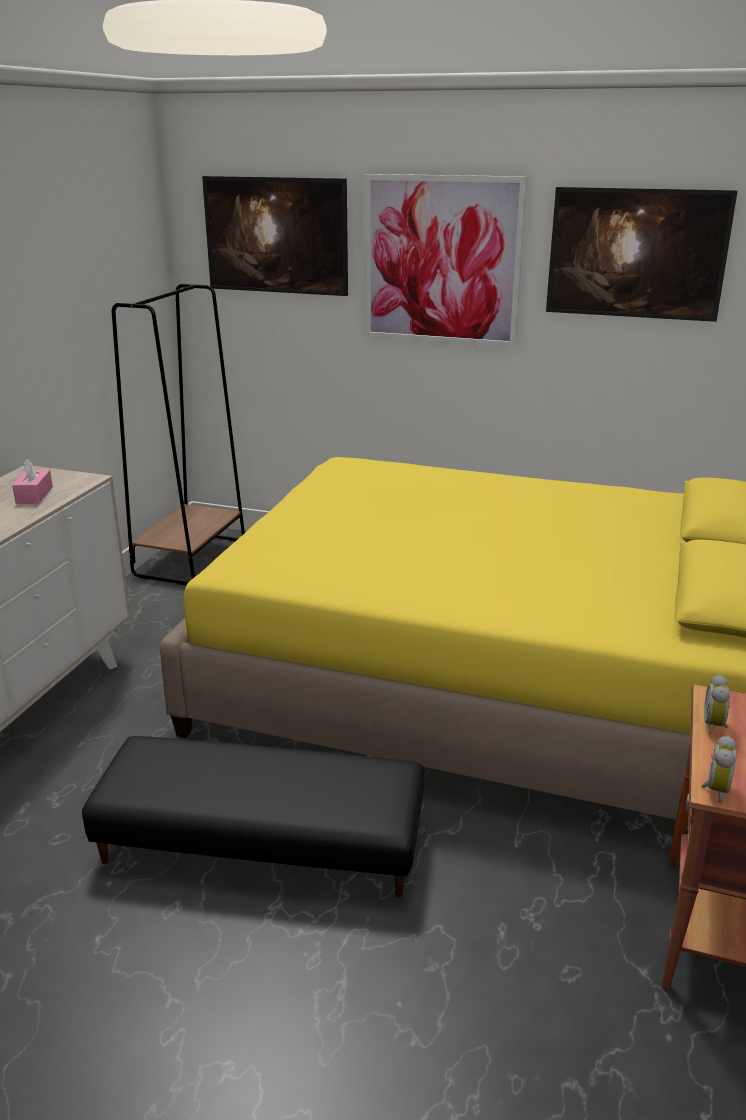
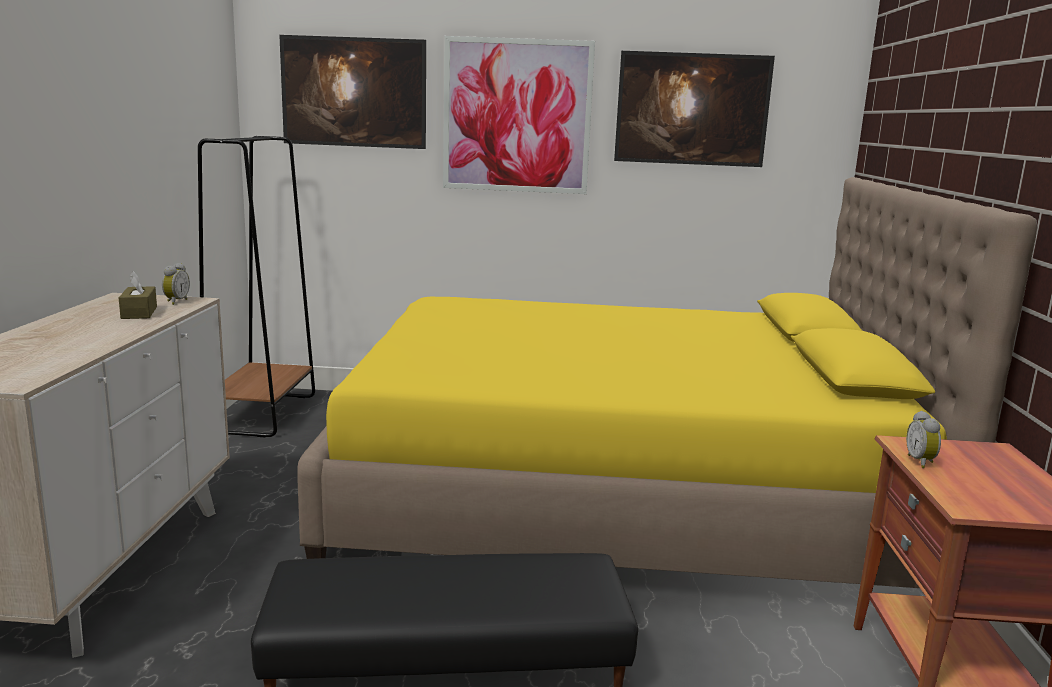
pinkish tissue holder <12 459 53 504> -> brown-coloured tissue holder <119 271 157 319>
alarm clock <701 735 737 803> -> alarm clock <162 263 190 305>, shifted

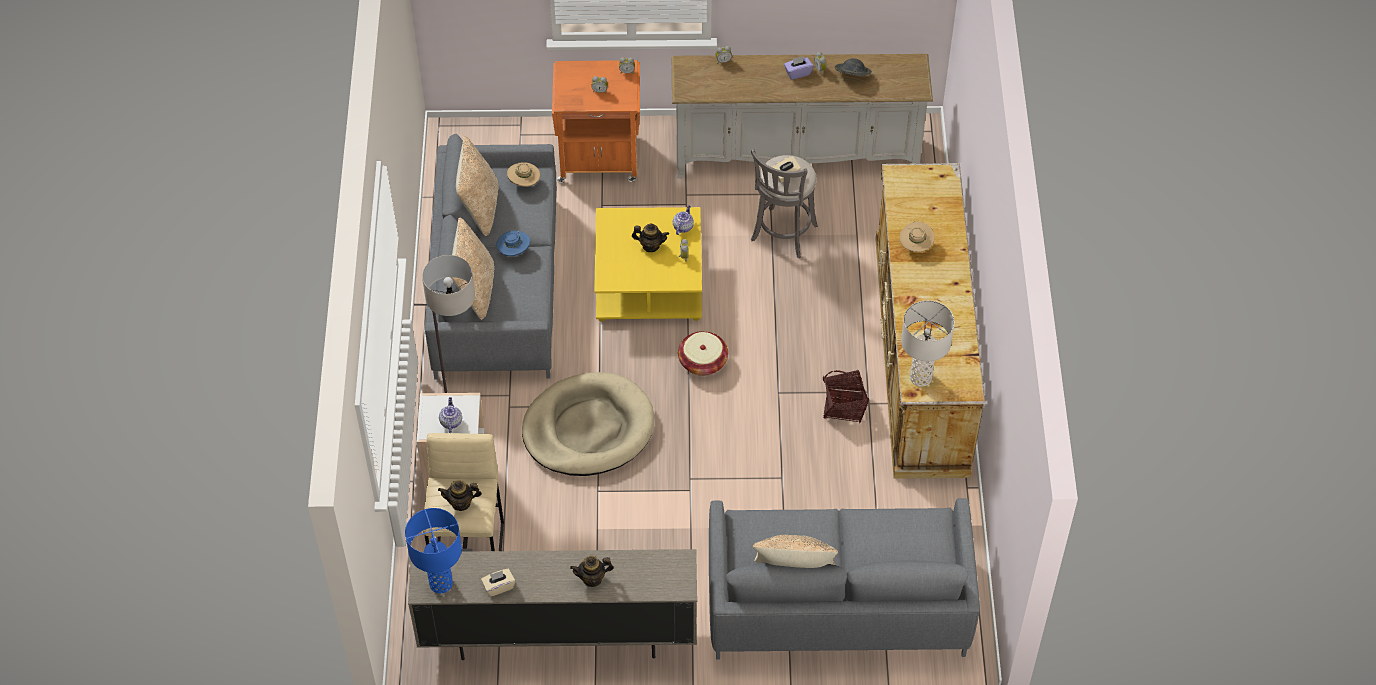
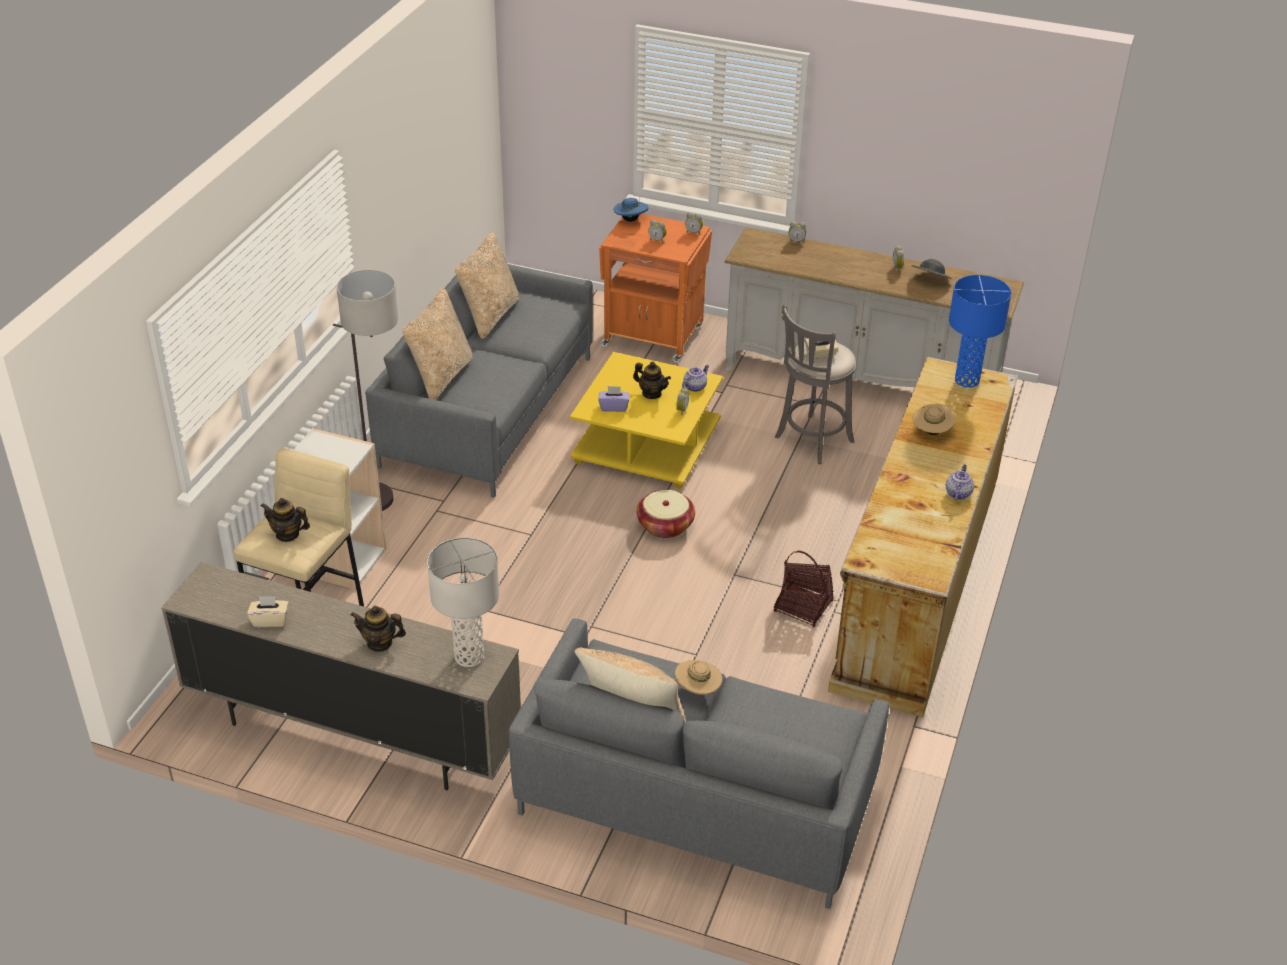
blue-coloured tabletop lamp <405 508 462 593> -> blue-coloured tabletop lamp <949 275 1011 388>, shifted
pot for tea <439 397 462 433> -> pot for tea <946 465 974 500>, shifted
blue-coloured hat <497 230 530 256> -> blue-coloured hat <614 196 649 222>, shifted
sand-coloured hat <507 162 540 187> -> sand-coloured hat <675 660 722 695>, shifted
sand-coloured dog bed <522 372 654 476> -> none
purplish tissue holder <784 56 813 80> -> purplish tissue holder <598 386 629 412>, shifted
whitish tabletop lamp <901 300 955 387> -> whitish tabletop lamp <427 537 499 667>, shifted

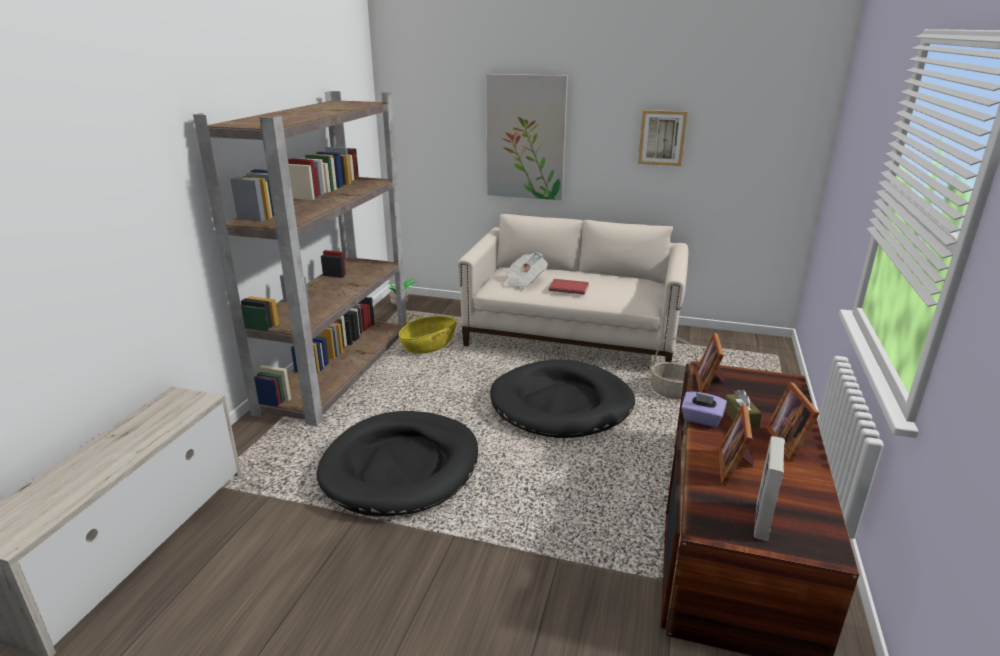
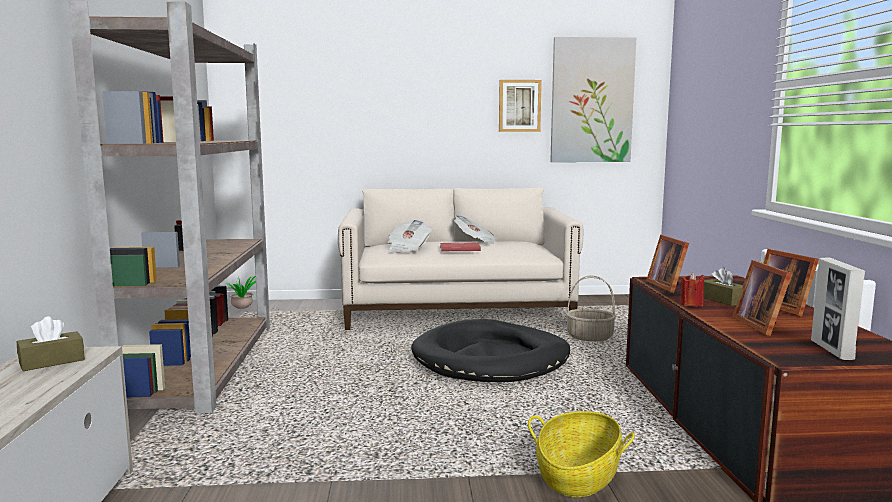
black-coloured dog bed <317 411 478 516> -> none
basket <399 315 456 354> -> basket <528 411 635 497>, shifted
wall art <486 74 568 200> -> wall art <550 37 636 162>, shifted
purplish tissue holder <681 392 727 427> -> red wax light <680 272 704 307>
none -> brown-coloured tissue holder <17 316 85 371>
none -> newspaper <454 215 497 245>

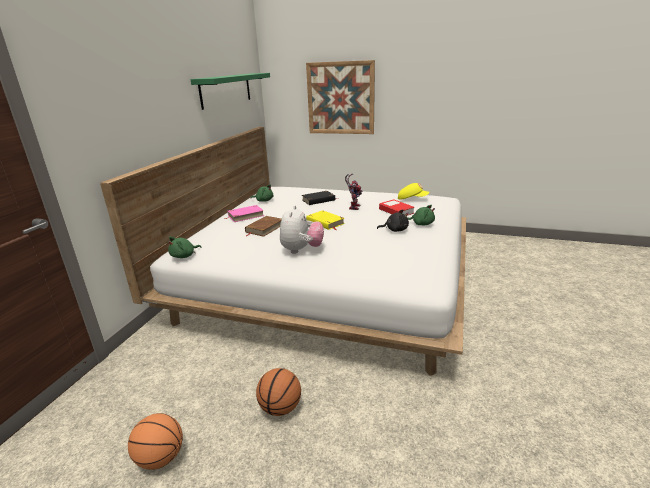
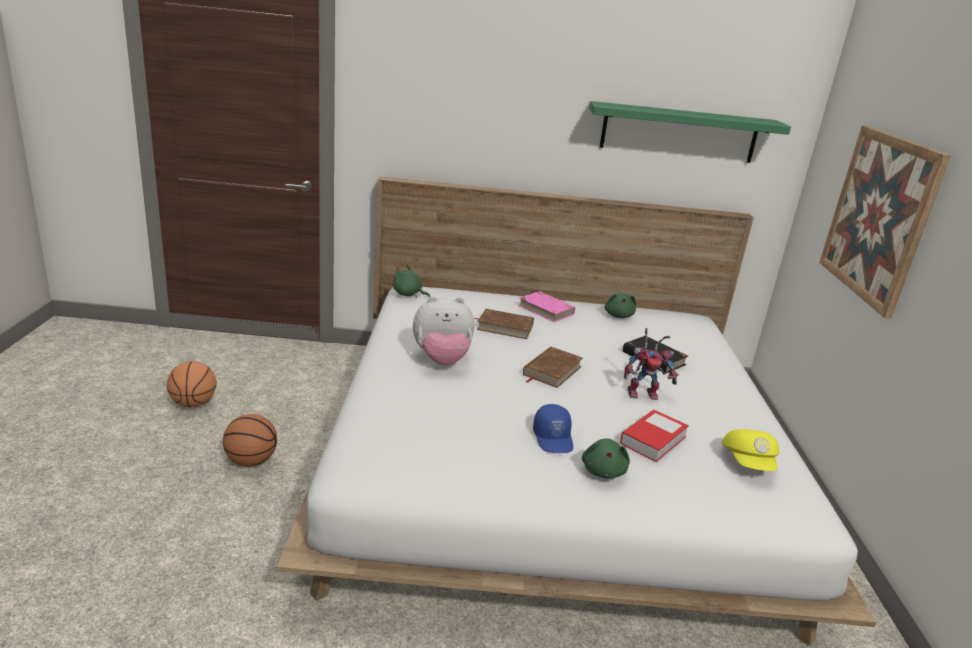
yellow volume <306 210 345 230> -> brown-coloured volume <523 347 583 388>
black-coloured soft toy <377 209 409 232> -> blue-coloured cap <533 404 573 453>

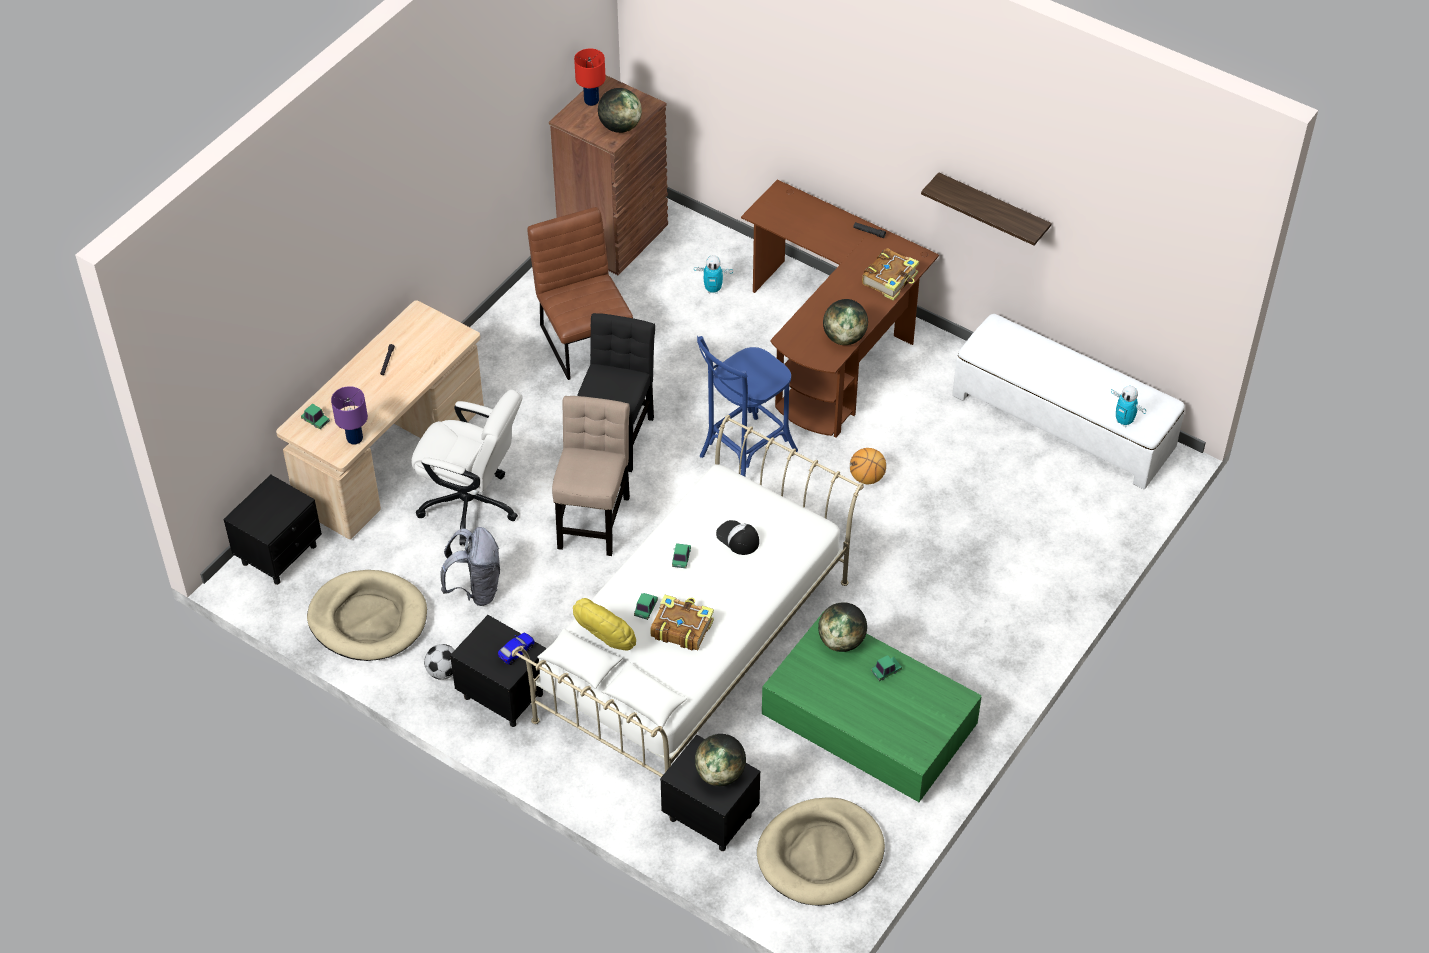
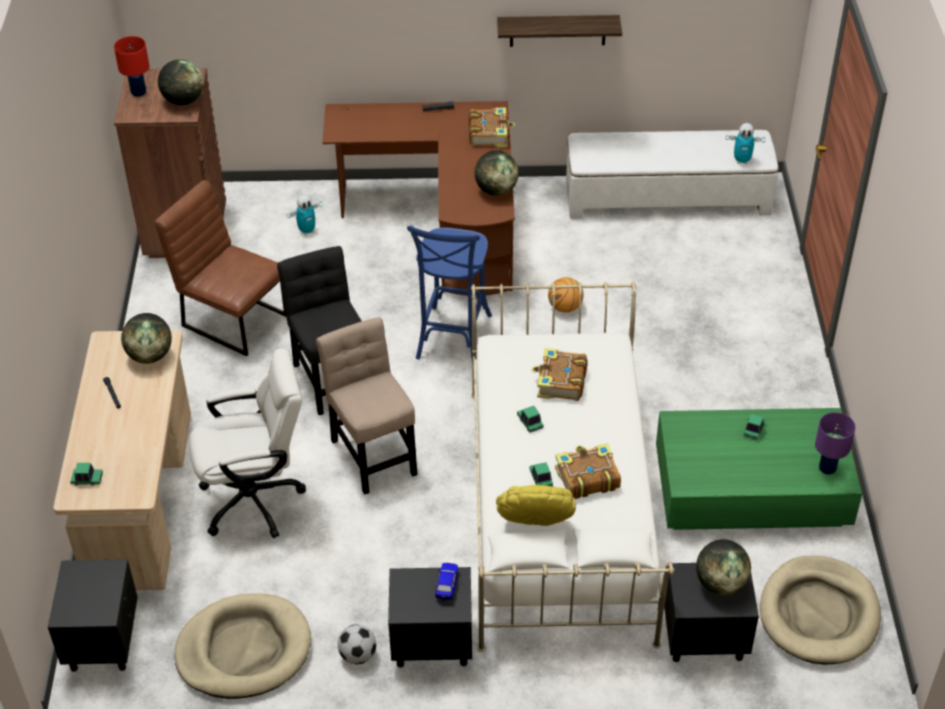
purplish tabletop lamp <331 386 368 445> -> purplish tabletop lamp <815 412 856 475>, shifted
greyish backpack <440 527 500 606> -> none
cap <716 520 759 555> -> volume <532 348 588 401>
world globe <818 602 867 652> -> world globe <121 313 172 364>, shifted

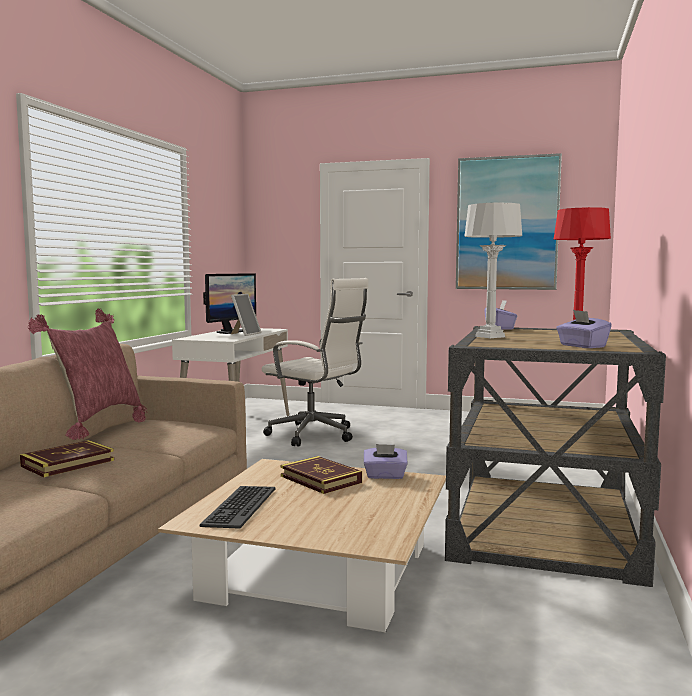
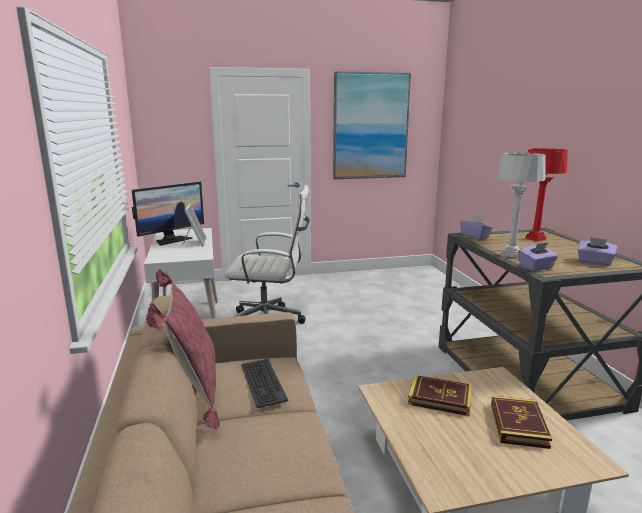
volume <20 440 114 477> -> volume <491 396 552 449>, shifted
PC keyboard <200 486 276 529> -> PC keyboard <241 359 288 408>, shifted
computer display <203 273 256 334> -> computer display <132 182 204 246>, 45 degrees clockwise
purplish tissue holder <364 444 408 479> -> purplish tissue holder <518 242 558 271>, shifted

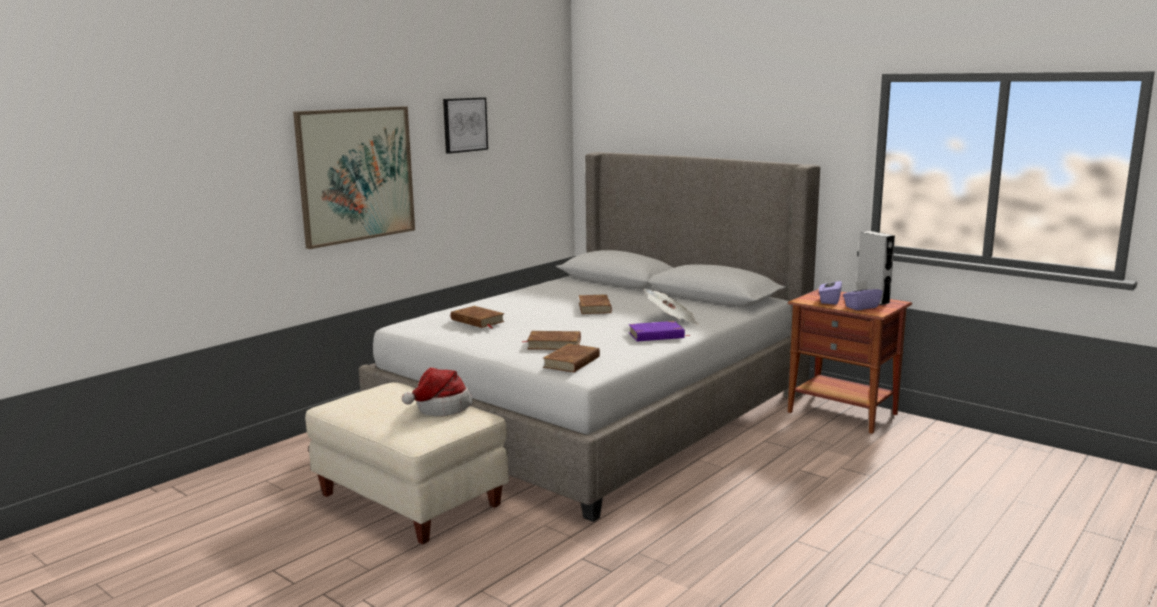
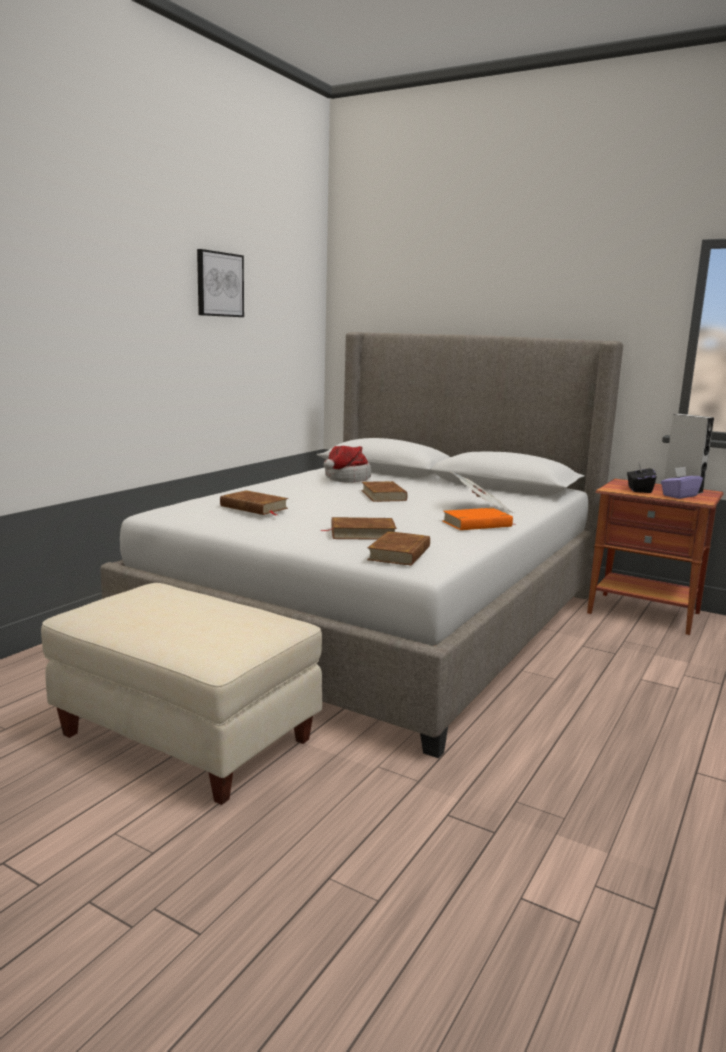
wall art <293 106 415 249> -> none
hat <402 367 473 416> -> hat <324 446 371 483>, shifted
purplish volume <629 321 690 342> -> orange volume <443 508 513 530>
purplish tissue holder <819 275 842 304> -> black-coloured tissue holder <627 462 657 493>

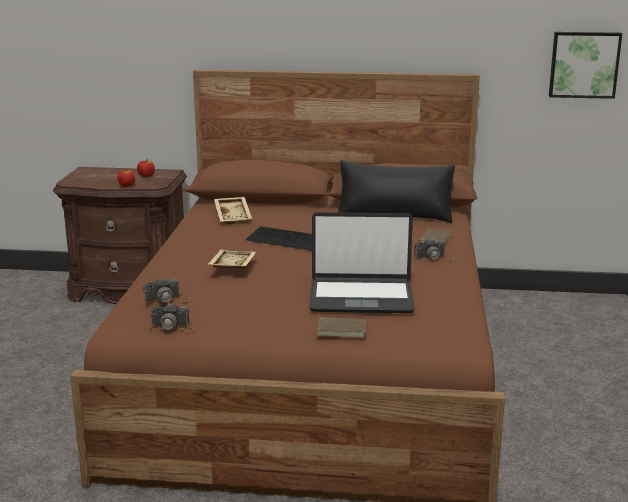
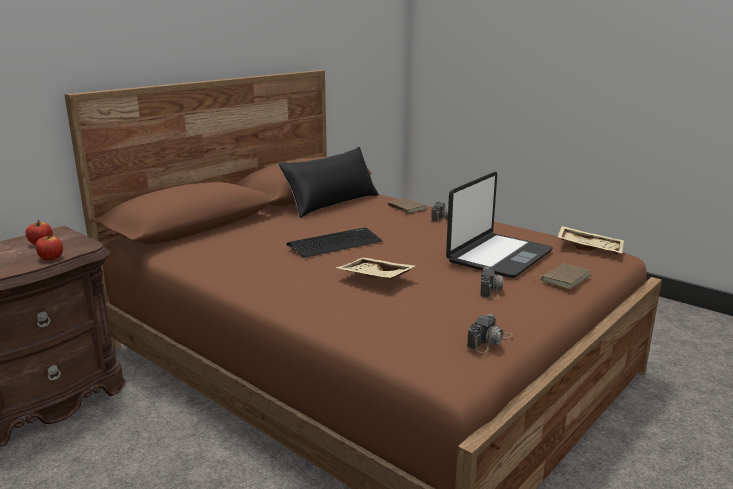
photo camera <143 278 190 305> -> photo camera <480 267 504 298>, shifted
sand-coloured tray <214 197 252 224> -> sand-coloured tray <557 226 624 254>, shifted
wall art <549 32 622 99> -> none

